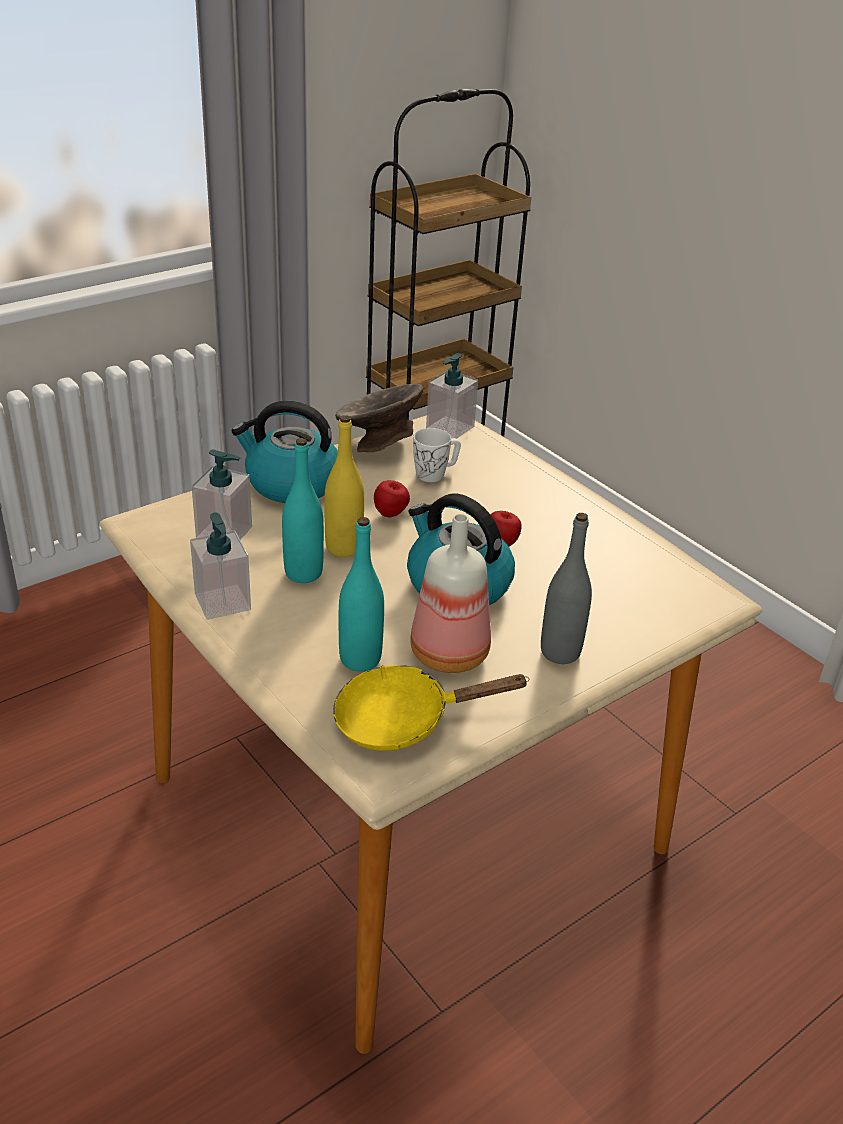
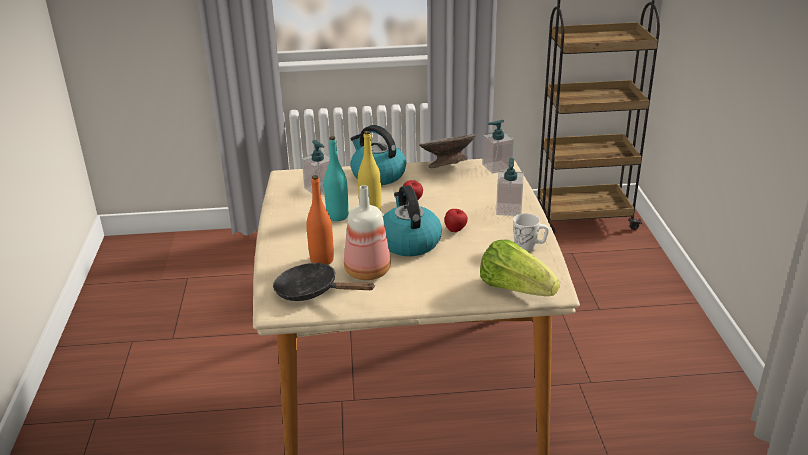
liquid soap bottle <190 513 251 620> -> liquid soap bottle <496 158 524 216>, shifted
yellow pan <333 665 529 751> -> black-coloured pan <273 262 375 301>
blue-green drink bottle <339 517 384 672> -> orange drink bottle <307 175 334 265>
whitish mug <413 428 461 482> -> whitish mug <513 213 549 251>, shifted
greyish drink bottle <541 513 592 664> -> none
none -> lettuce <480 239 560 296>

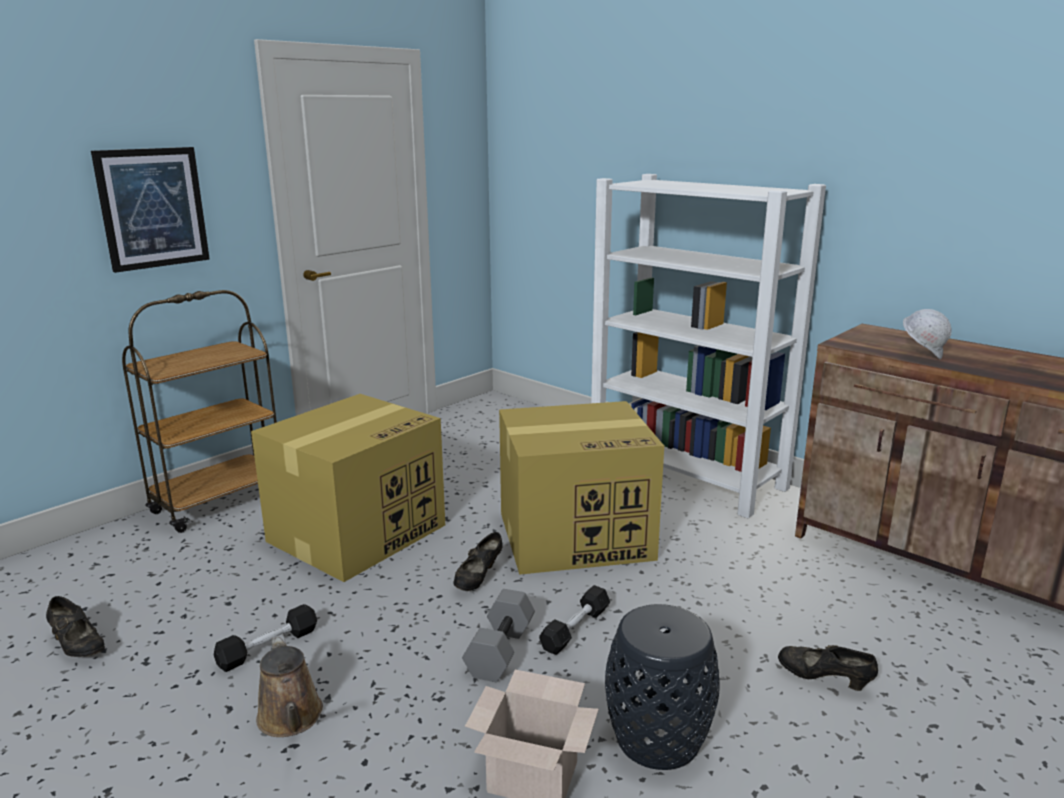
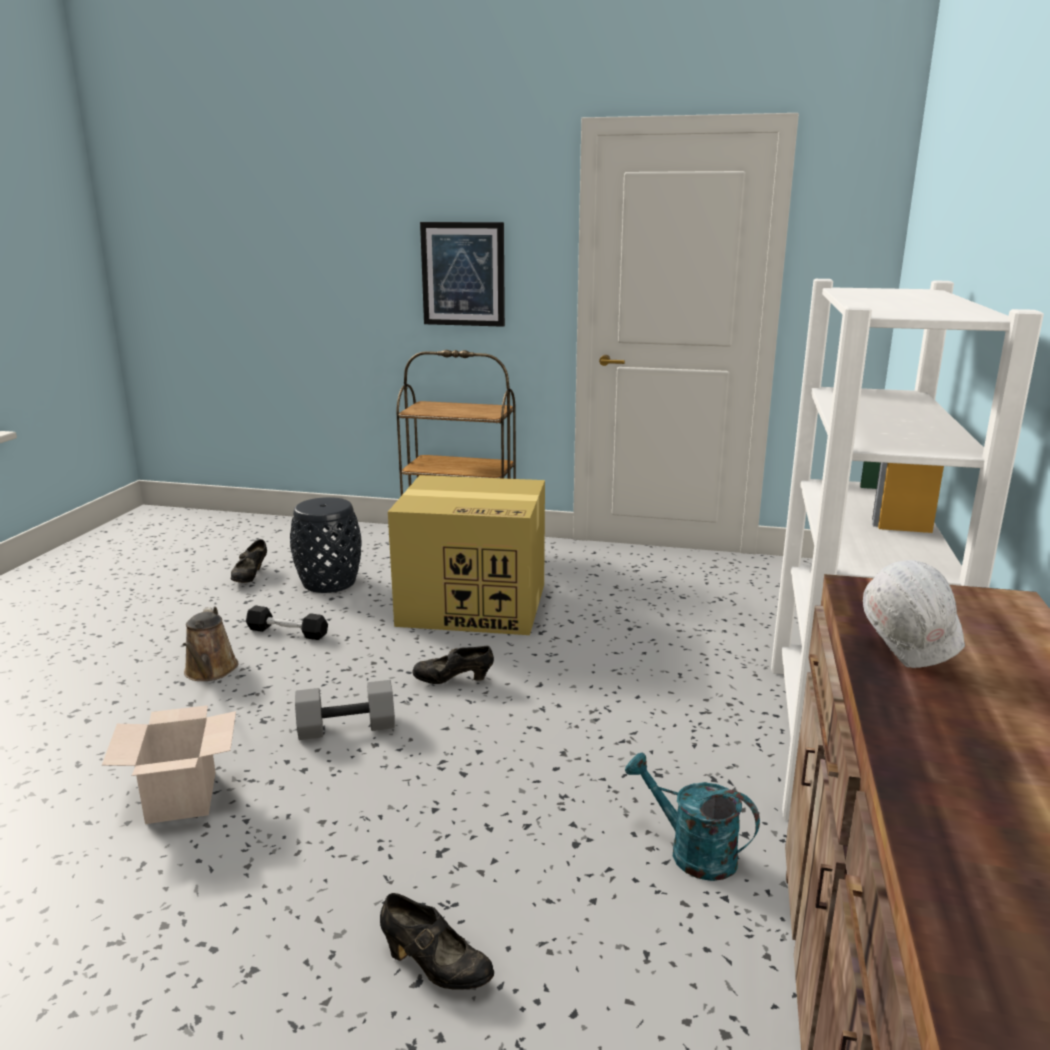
brown-coloured watering can <256 634 323 737> -> brown-coloured watering can <183 606 239 681>, 45 degrees counterclockwise
packing box <499 401 664 575> -> none
black-coloured hand weight <539 585 610 655> -> none
black-coloured sitting stool <605 604 720 770> -> black-coloured sitting stool <290 497 362 593>, shifted
black-coloured item of footwear <778 645 878 691> -> black-coloured item of footwear <380 893 494 990>, 120 degrees clockwise
none -> blue-green watering can <625 753 760 881>

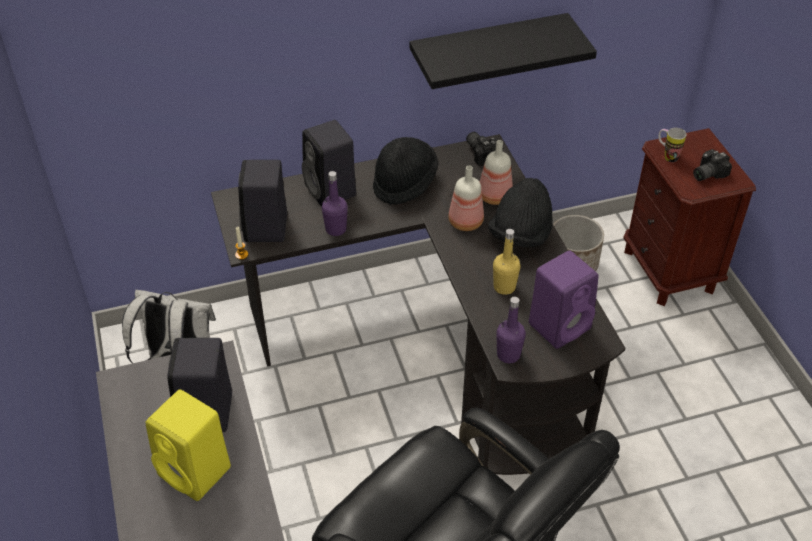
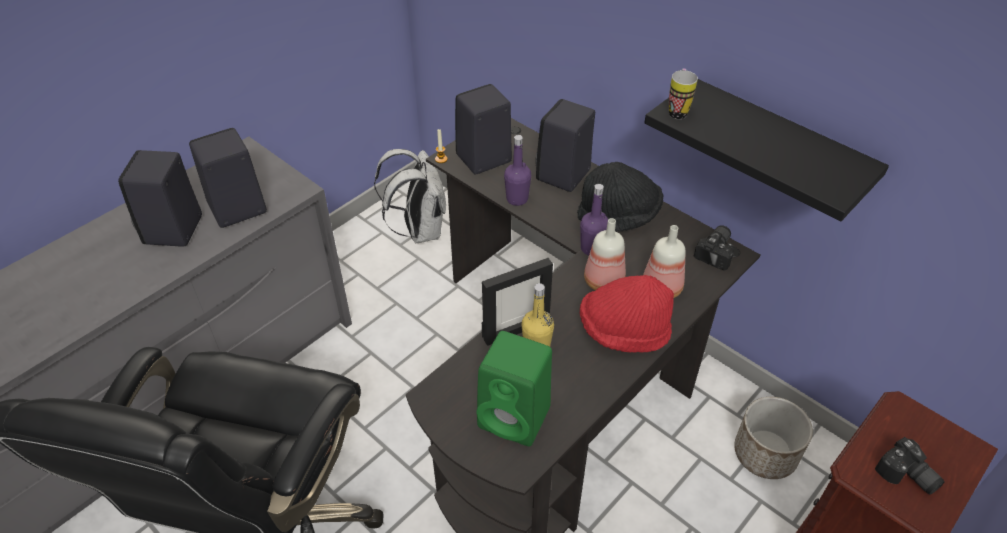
yellow loudspeaker <146 389 231 501> -> black-coloured loudspeaker <118 150 202 247>
black-coloured hat <488 178 553 247> -> red hat <580 275 674 353>
purplish drink bottle <496 297 526 363> -> purplish drink bottle <580 184 608 255>, shifted
purplish loudspeaker <529 250 598 349> -> green-coloured loudspeaker <476 331 552 446>
mug <658 128 686 162> -> mug <669 68 698 119>, shifted
photo camera <693 149 732 181> -> photo camera <875 437 944 495>, 150 degrees counterclockwise
none -> picture frame <482 258 553 346>

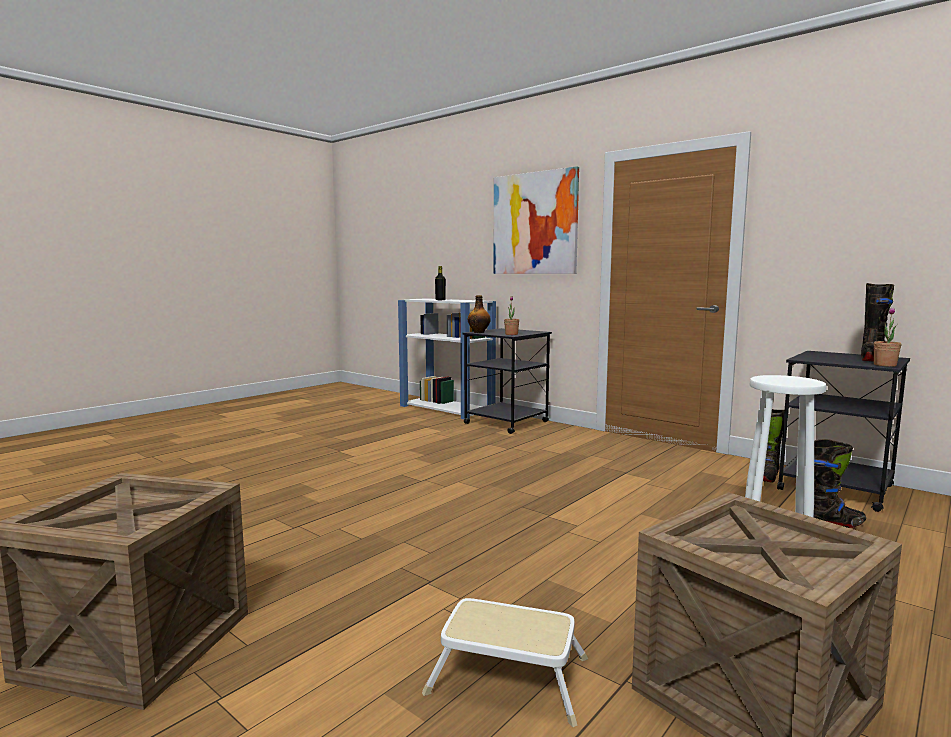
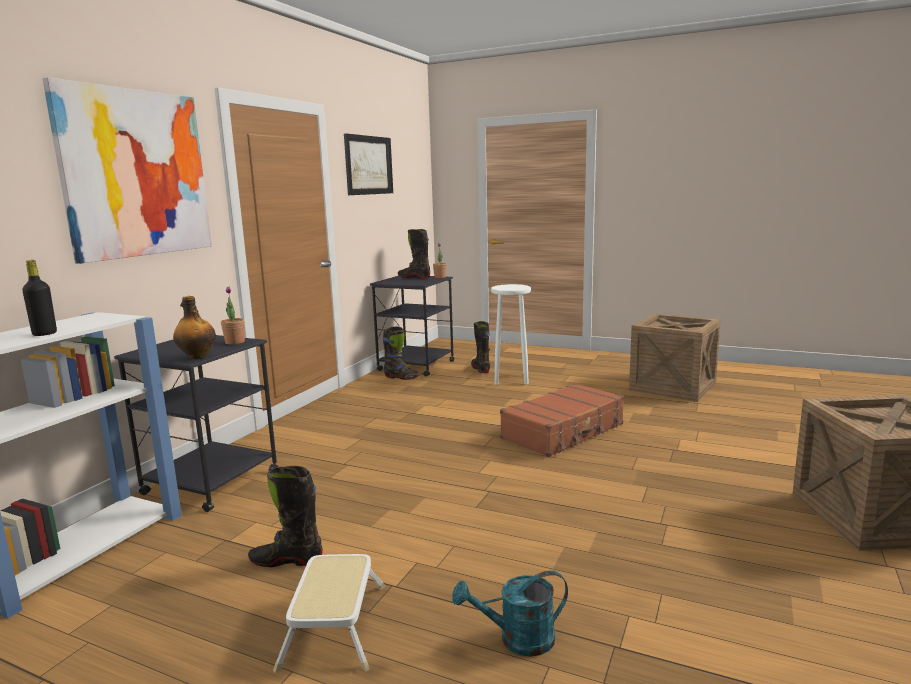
sand-coloured stepladder <422 598 588 727> -> sand-coloured stepladder <273 554 386 673>, shifted
none -> black-coloured boot <248 466 323 567>
none -> wall art <344 134 393 195>
none -> blue-green watering can <452 571 568 657>
none -> brown-coloured suitcase <500 383 624 457>

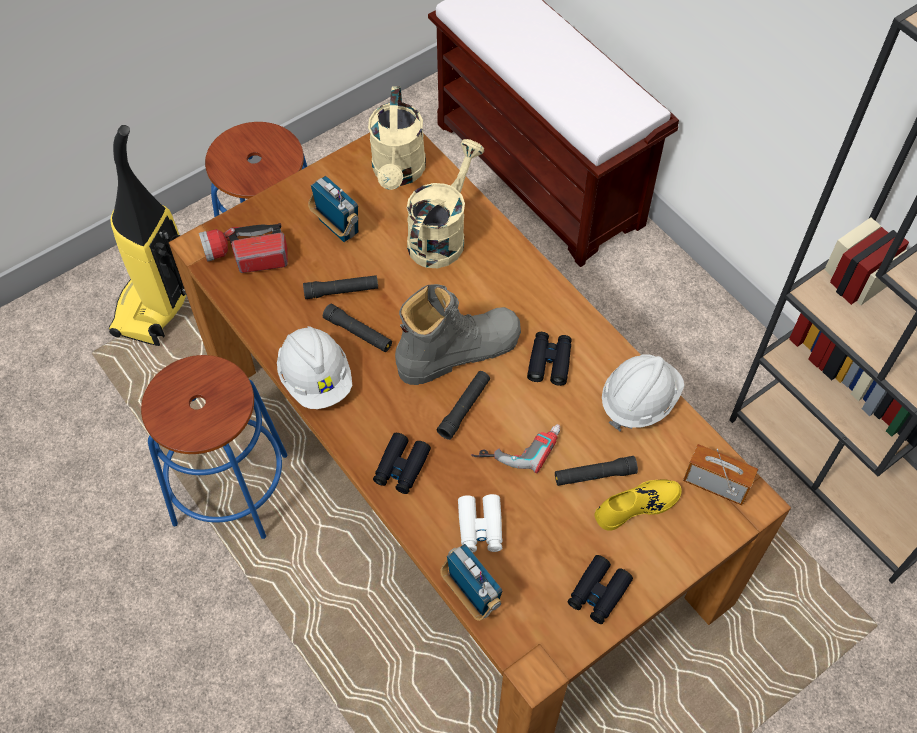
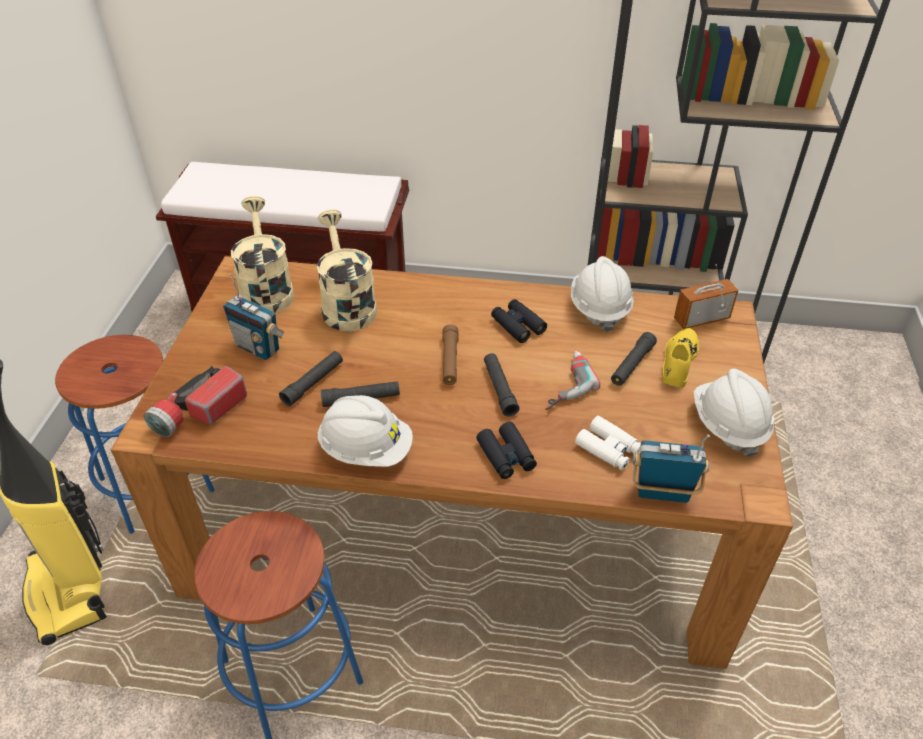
radio <308 176 358 242> -> radio <223 274 285 360>, 150 degrees counterclockwise
sand-coloured watering can <368 86 426 190> -> sand-coloured watering can <231 196 294 314>, 150 degrees counterclockwise
greyish boot <395 284 521 385> -> brown-coloured torch <442 324 459 385>
black-coloured field glasses <568 555 633 624> -> whitish work helmet <694 368 774 457>

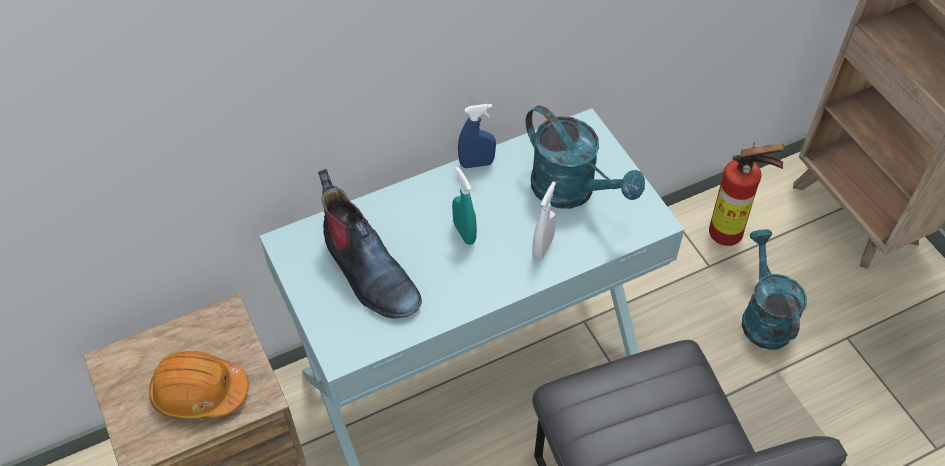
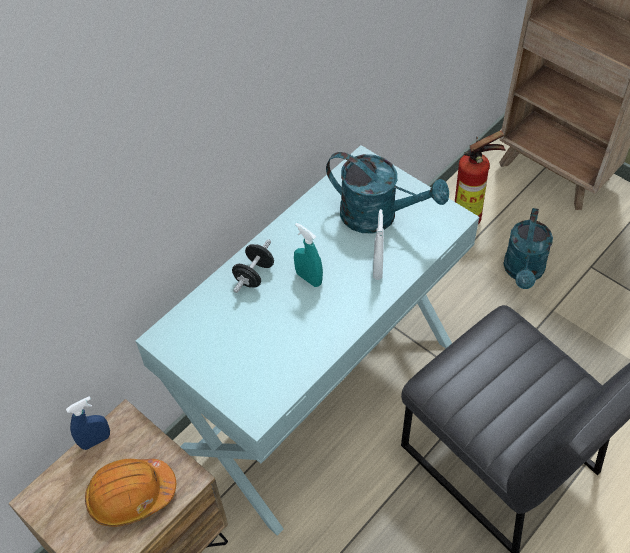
boot <318 169 422 318> -> none
blue-coloured spray bottle <458 104 496 168> -> blue-coloured spray bottle <66 396 110 450>, shifted
blue-green watering can <742 229 807 350> -> blue-green watering can <504 208 553 289>, 135 degrees counterclockwise
none -> black-coloured hand weight <232 239 274 293>

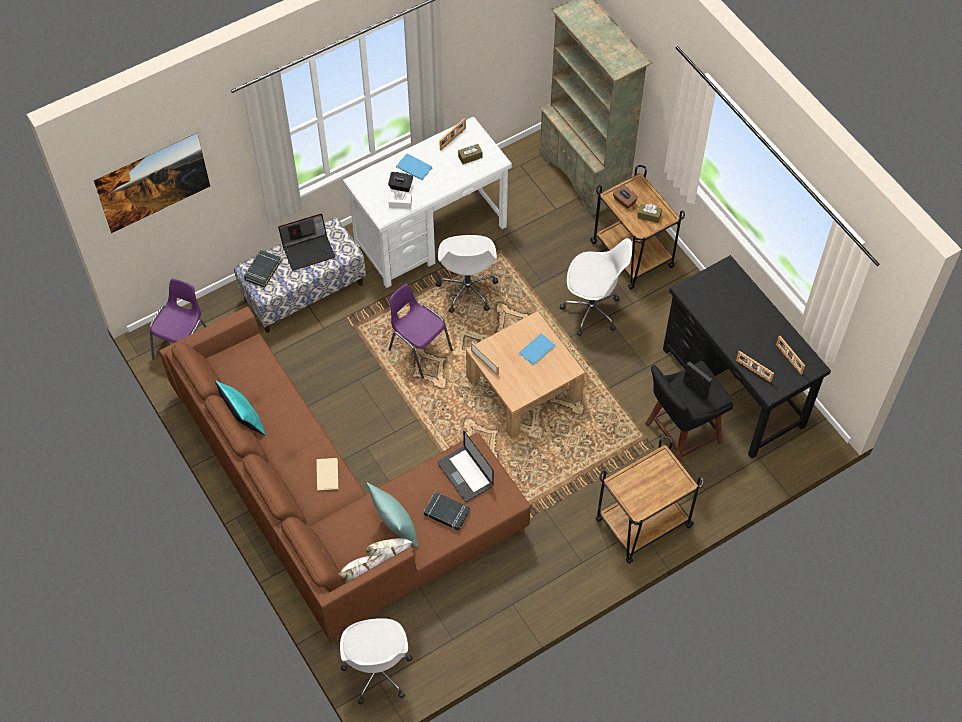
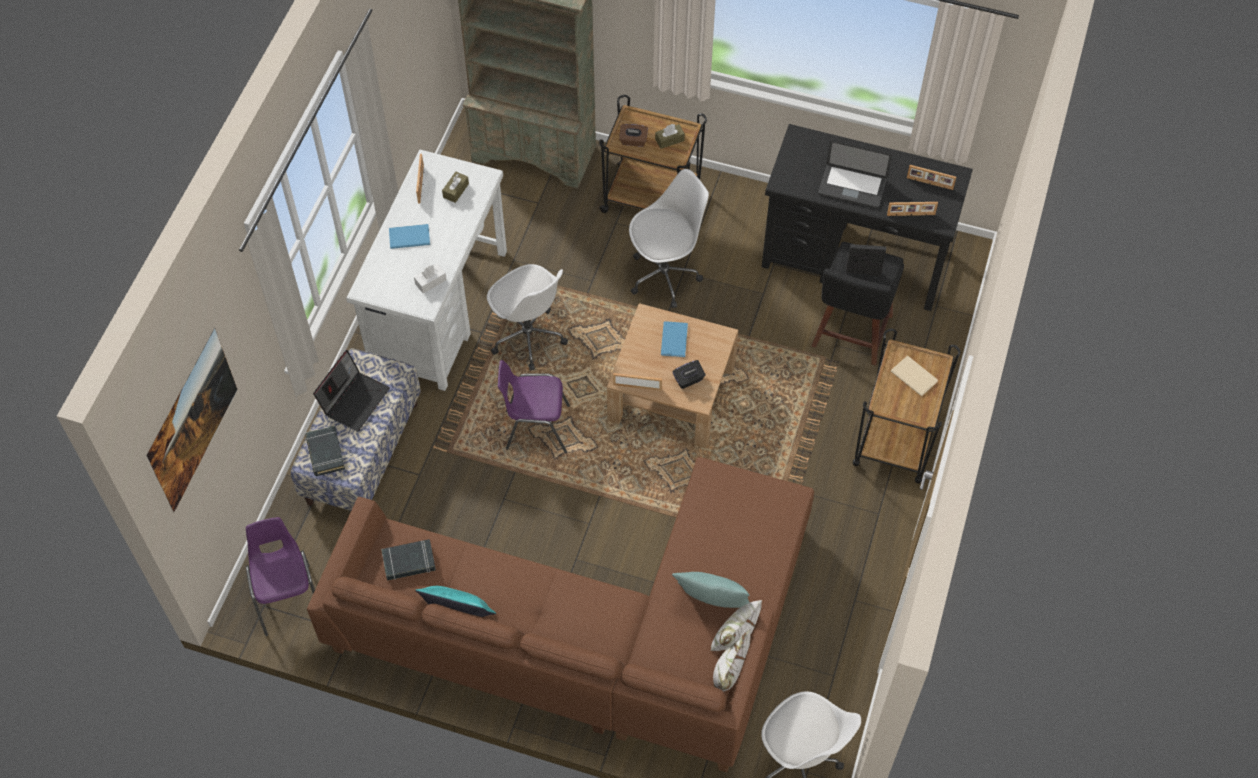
sand-coloured volume <316 458 338 490> -> sand-coloured volume <891 356 938 396>, shifted
black-coloured tissue holder <388 172 413 192> -> black-coloured tissue holder <673 360 706 389>, shifted
black-coloured volume <424 492 470 531> -> black-coloured volume <381 539 436 580>, shifted
notebook computer <437 431 494 502> -> notebook computer <818 141 892 208>, shifted

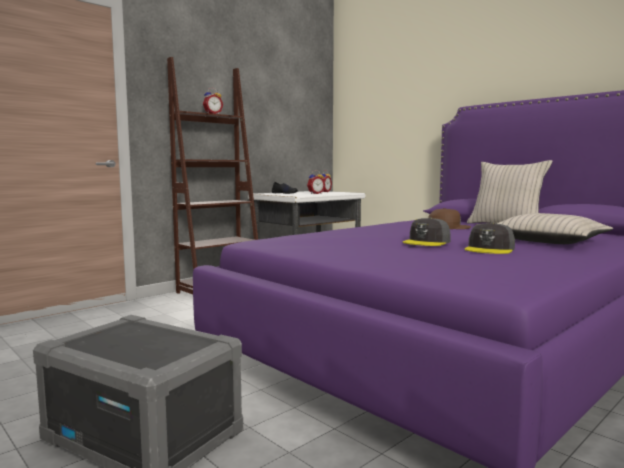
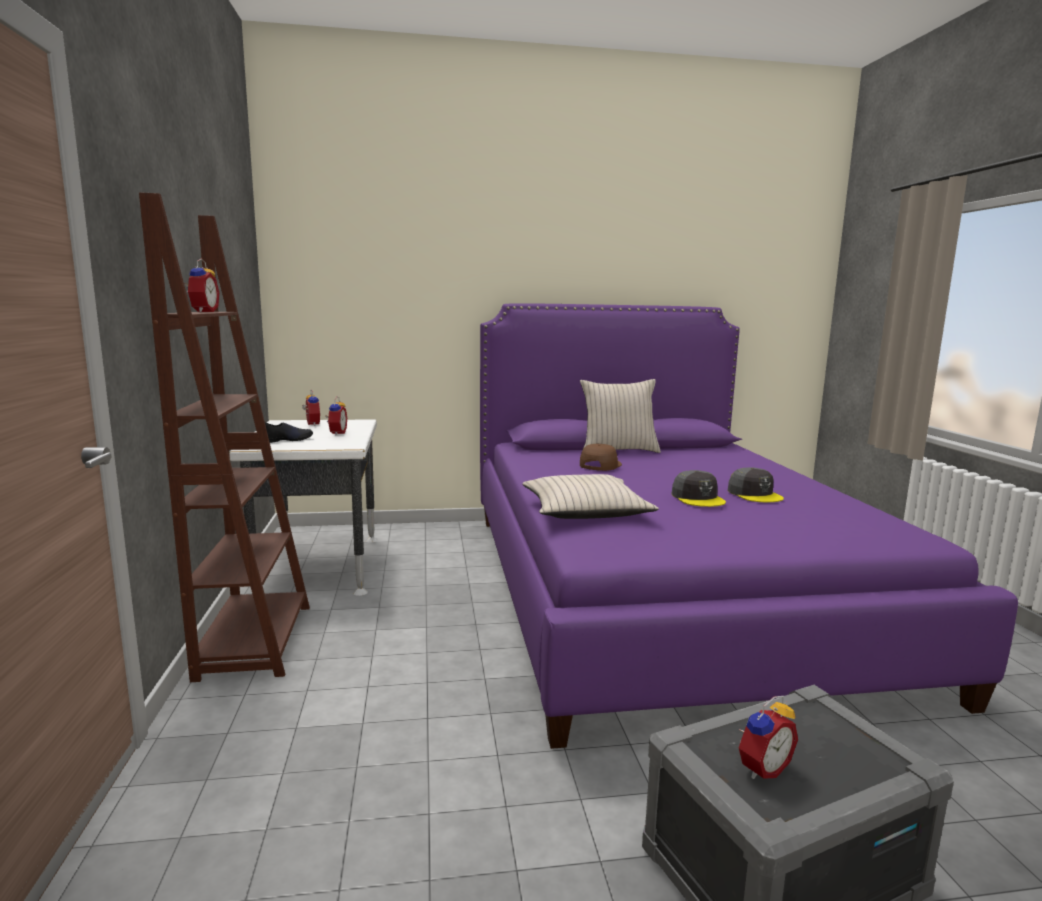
sand-coloured cushion <495 213 613 244> -> sand-coloured cushion <522 474 659 519>, shifted
none -> alarm clock <738 696 798 779>

